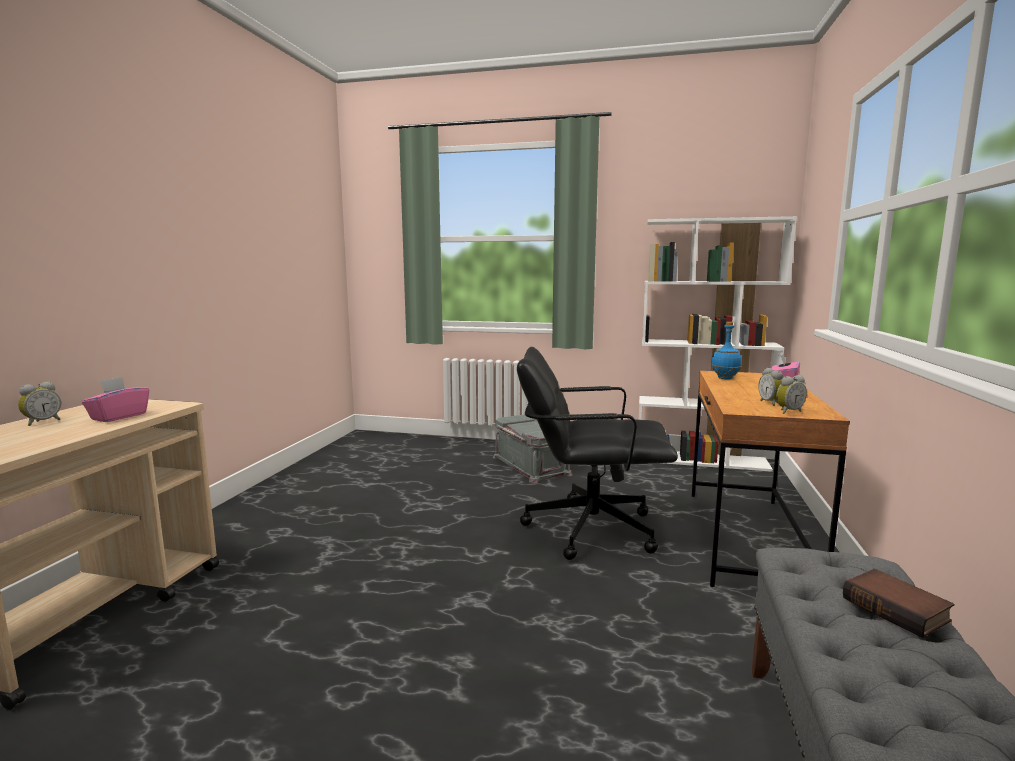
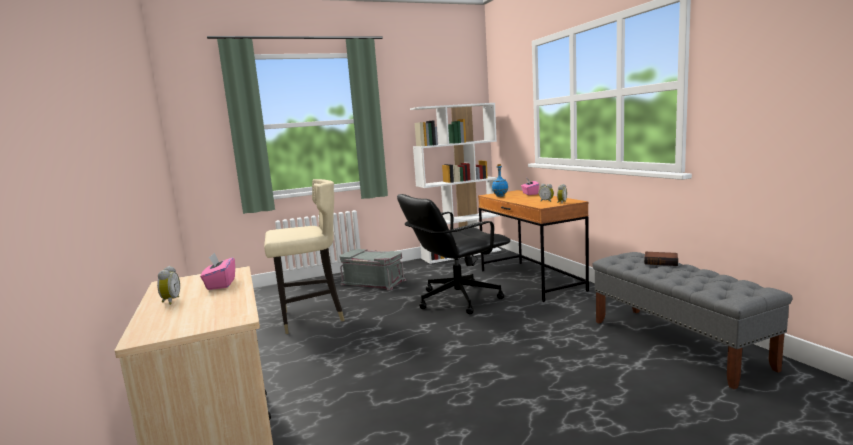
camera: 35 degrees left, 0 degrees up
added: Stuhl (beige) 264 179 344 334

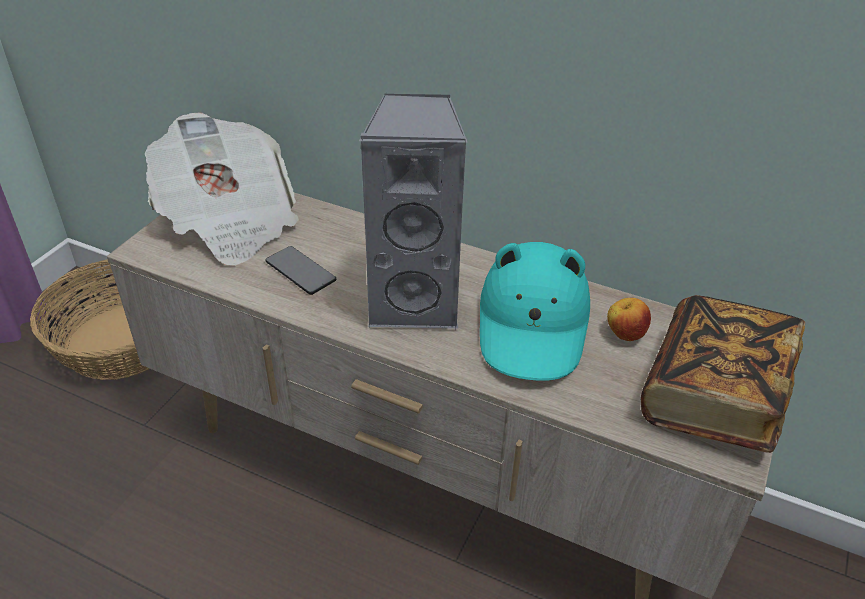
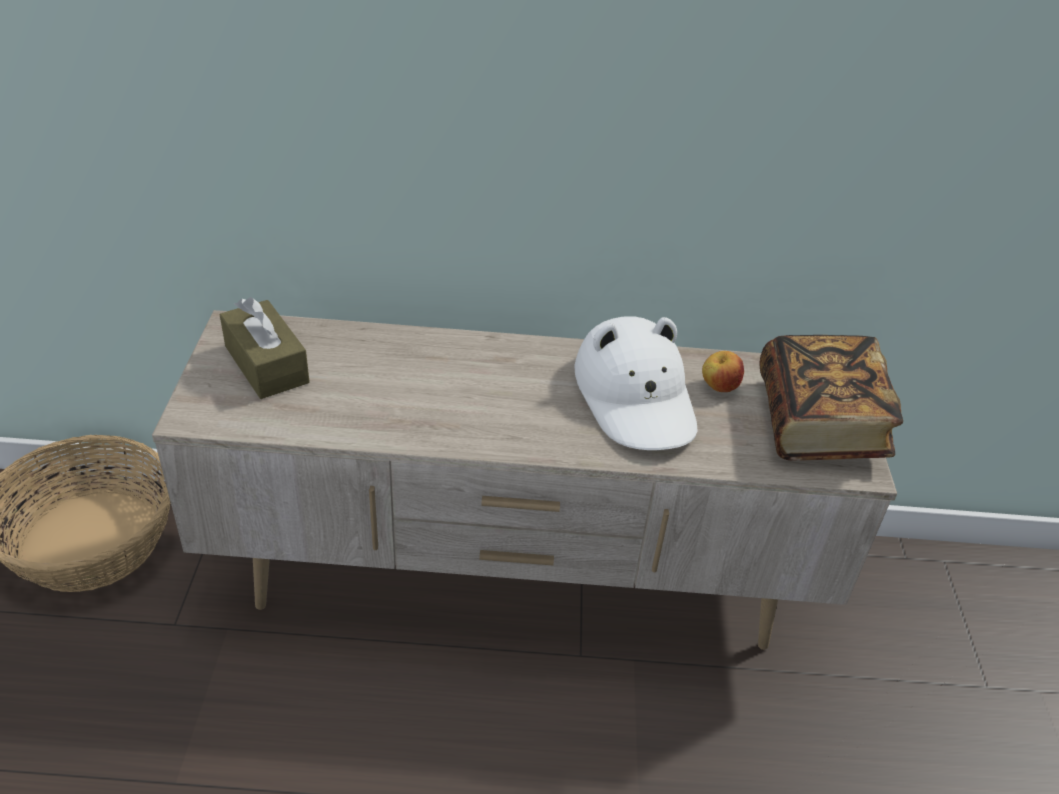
camera: 25 degrees left, 0 degrees up
removed: Handy 265 246 336 295; Lautsprecher (grau) 359 94 468 331
replaced: Zeitung 145 113 299 266 to Taschentuchbox (braun) 220 297 310 399
recoloured: Hut (türkis) 480 242 590 381 to Hut (weiß) 574 316 698 450

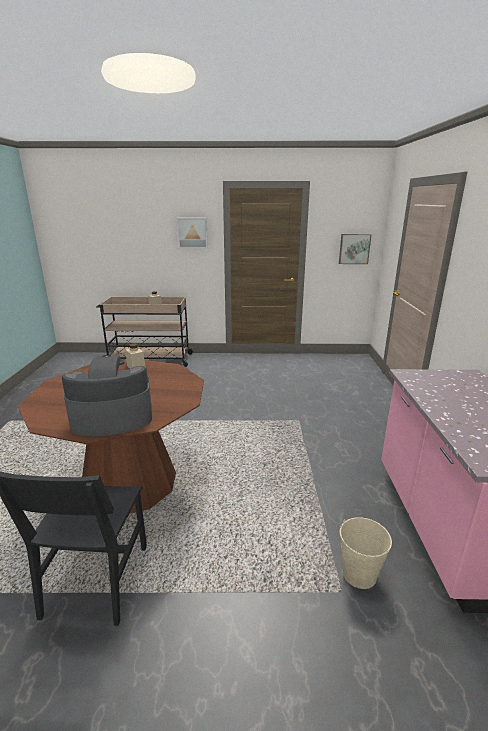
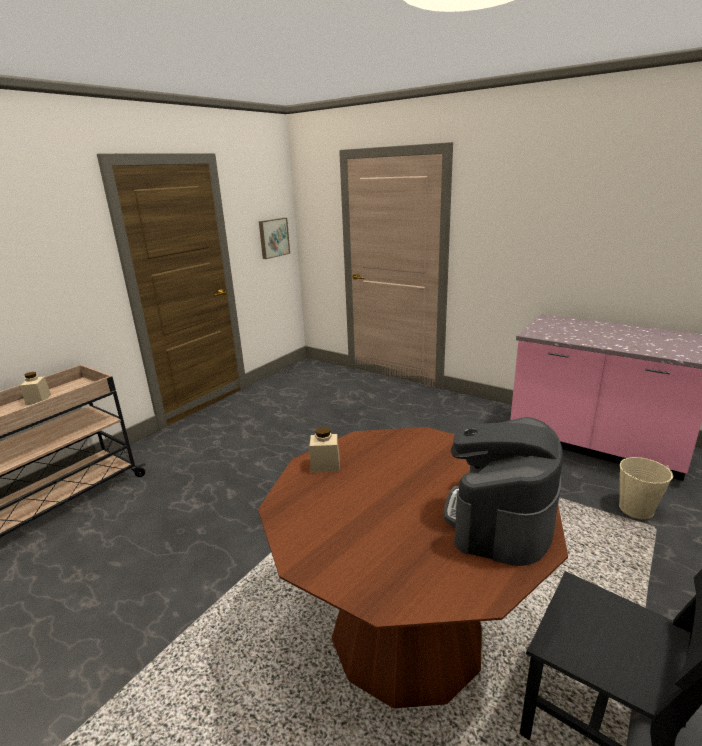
camera: 55 degrees left, 0 degrees up
removed: Bild 177 218 208 248

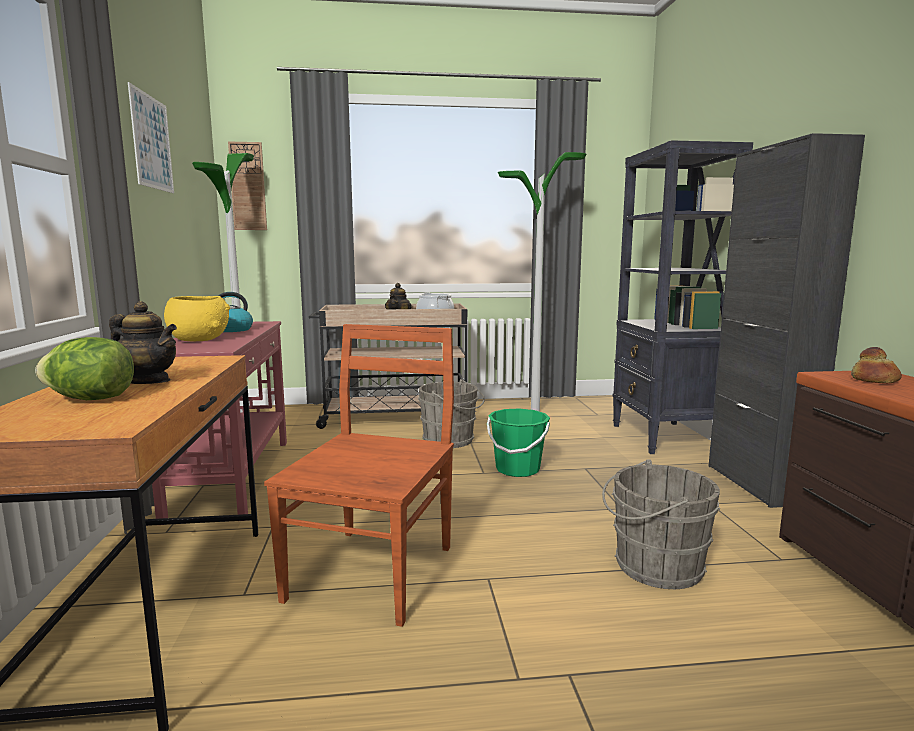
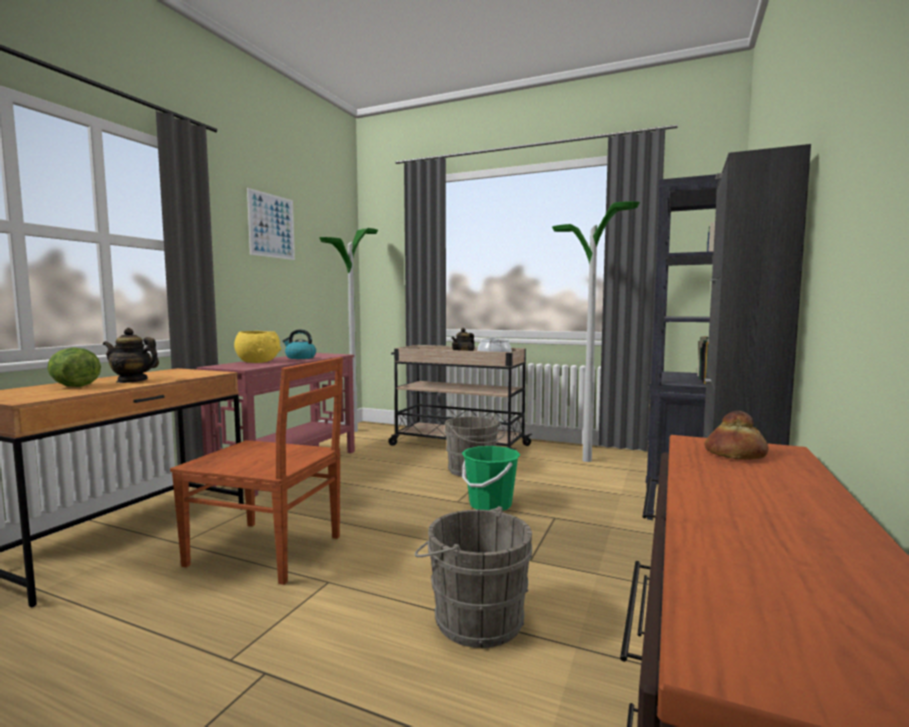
camera: 30 degrees right, 5 degrees down
removed: Wanduhr 228 141 267 230
turned: Teekanne 109 301 177 384 = 103 328 159 383 135 degrees clockwise; Stuhl (braun) 264 324 454 627 = 170 357 343 585 60 degrees clockwise

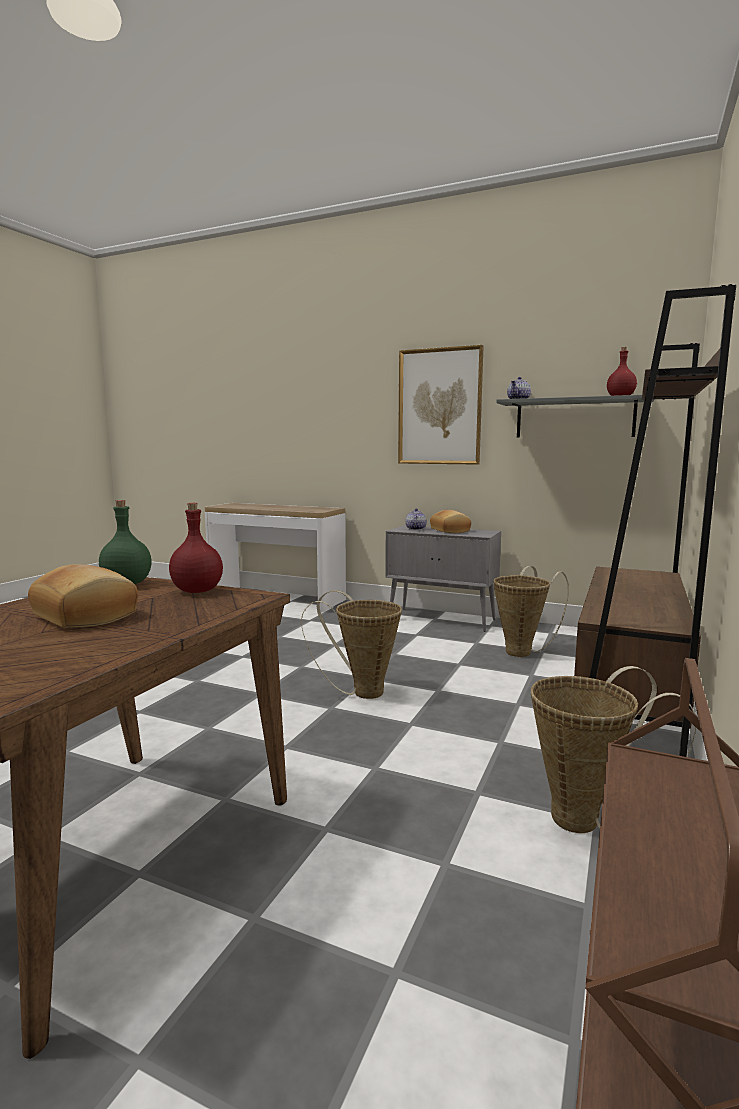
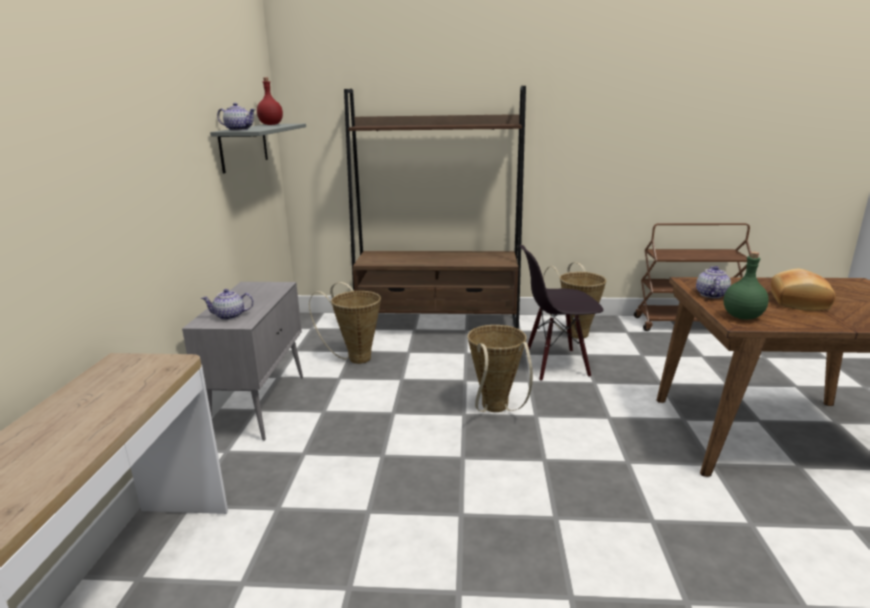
camera: 110 degrees left, 10 degrees up
removed: Bild 398 345 484 465; Brot 430 510 471 533
added: Stuhl (schwarz) 520 245 603 381
replaced: Flasche (rot) 169 503 223 593 to Teekanne 696 266 731 298

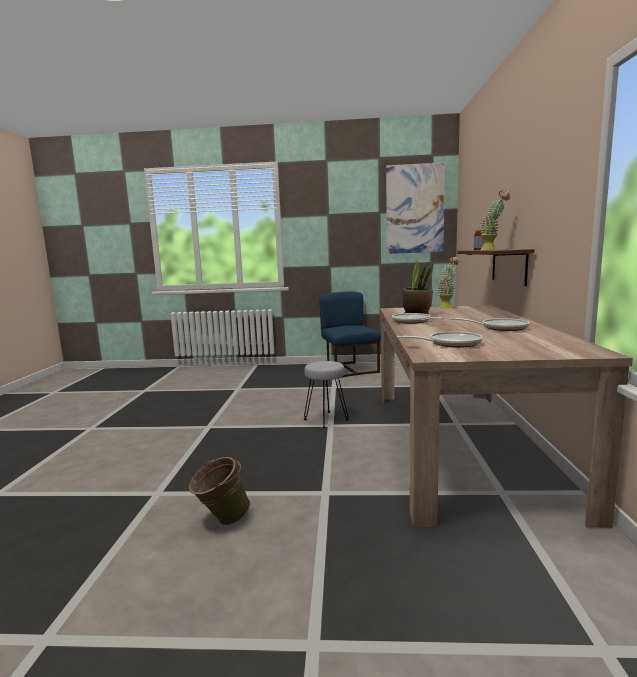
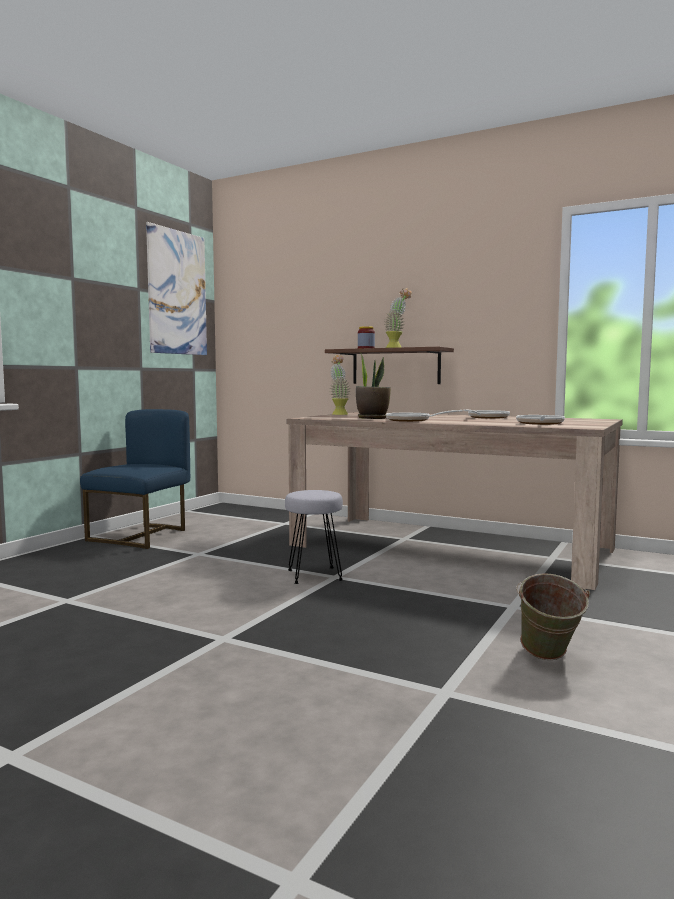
camera: 65 degrees left, 5 degrees down
turned: Stuhl (blau) 319 292 381 377 = 80 409 190 549 105 degrees clockwise

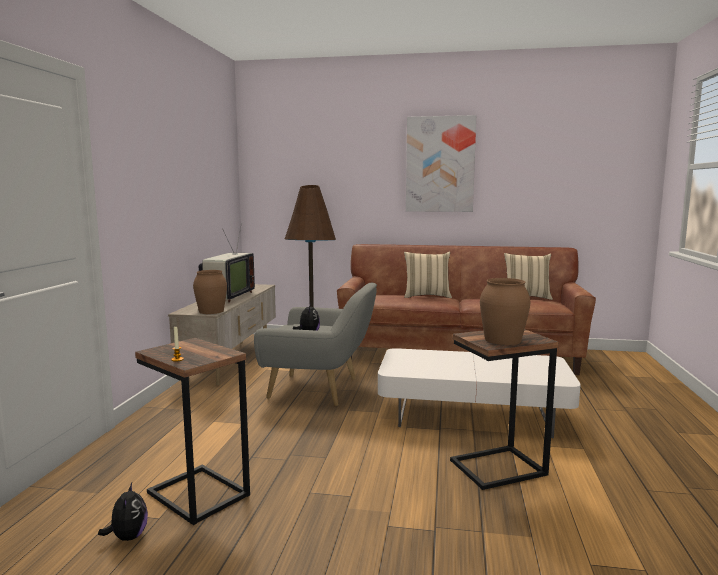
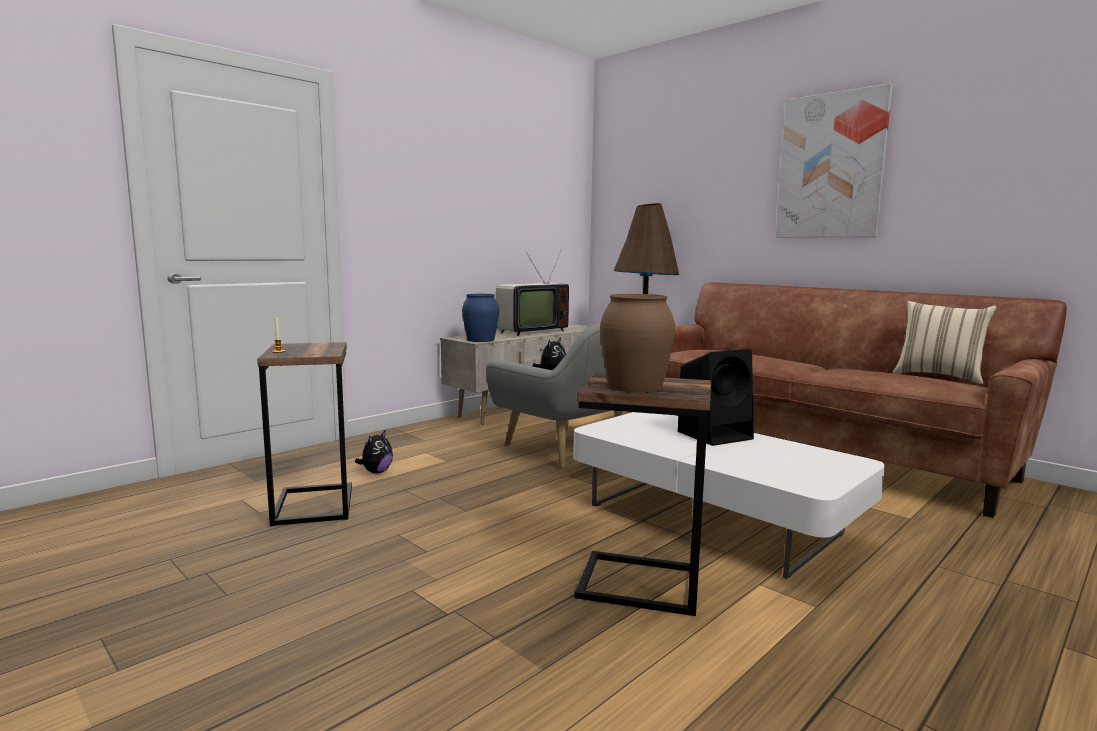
camera: 35 degrees right, 0 degrees up
removed: Kissen (beige) 404 252 452 298
added: Lautsprecher (schwarz) 678 349 754 446
moved: Plüschtier 98 483 148 541 to 355 429 393 474
recoloured: Vase (braun) 193 270 227 314 to Vase (blau) 462 294 499 342

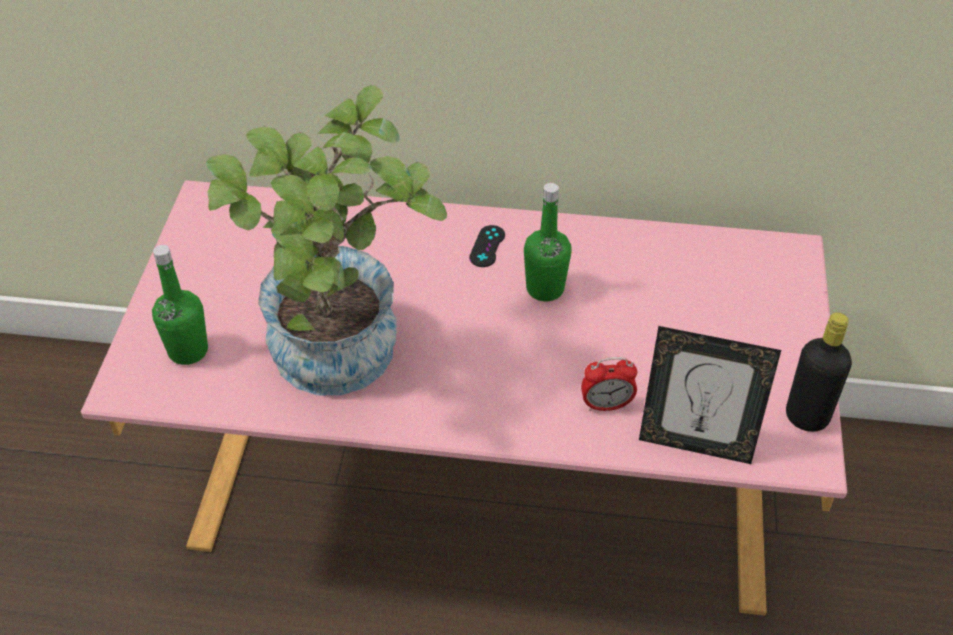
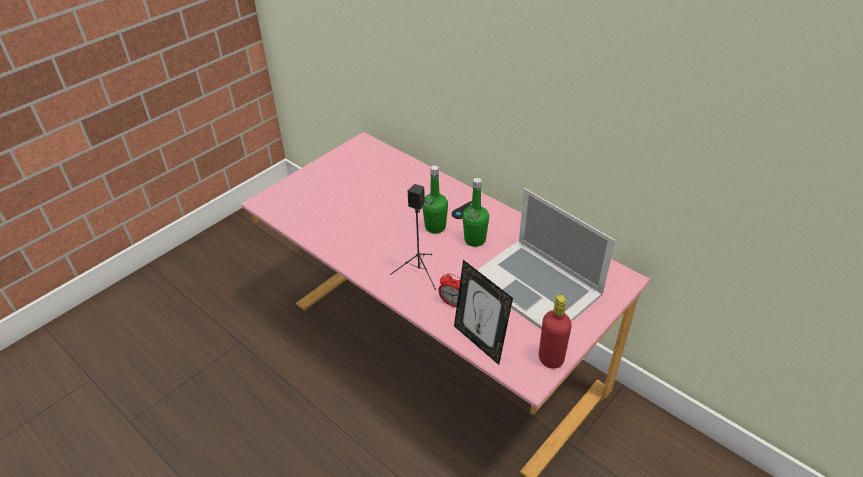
camera: 35 degrees right, 5 degrees down
removed: Topfpflanze 206 85 447 395
added: Lautsprecher (schwarz) 390 184 436 290; Laptop 477 188 615 330
moved: Flasche (grün) 152 245 208 365 to 422 165 448 233
recoloured: Flasche (schwarz) 786 312 852 432 to Flasche (rot) 539 295 572 369

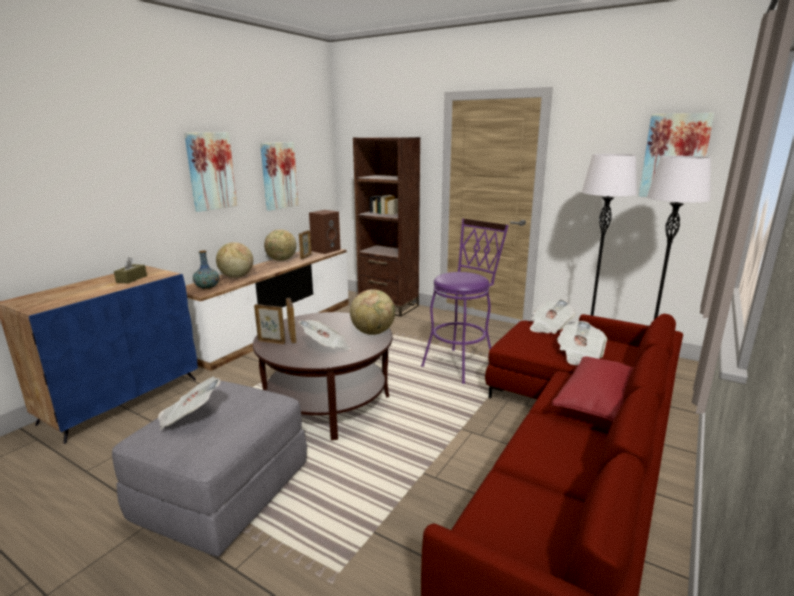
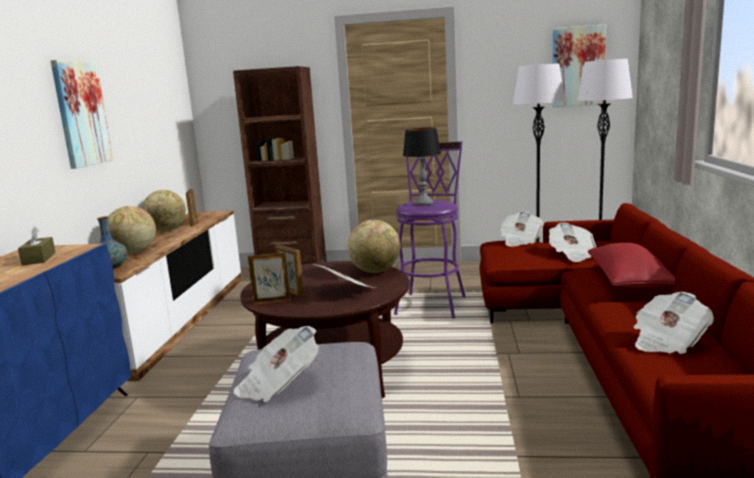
camera: 25 degrees left, 5 degrees down
removed: Bild 260 142 298 211; Lautsprecher (braun) 309 210 341 254
added: Tischlampe 403 128 441 205; Zeitung 634 292 714 354

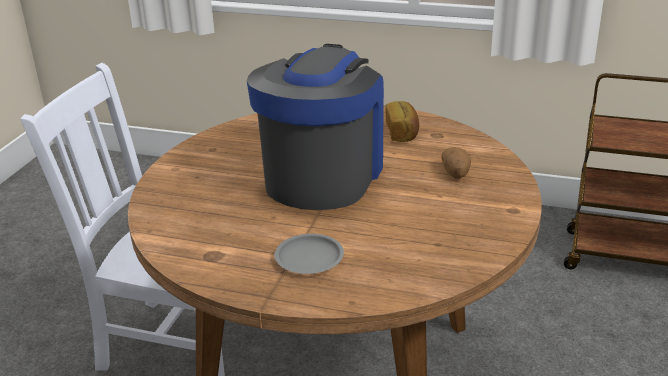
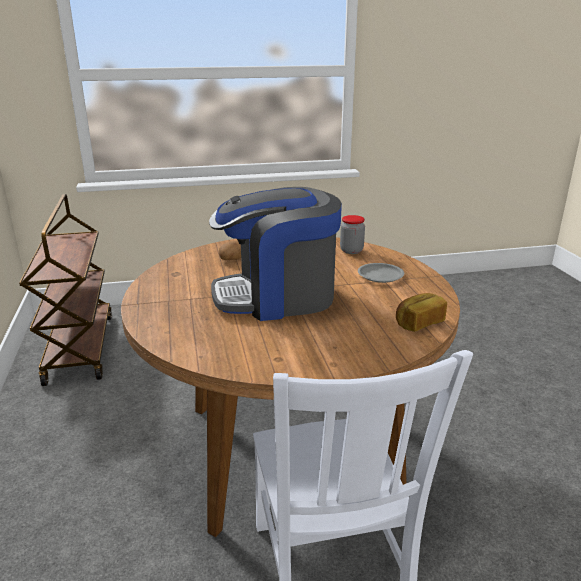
camera: 120 degrees left, 5 degrees down
added: Vorratsglas 340 215 365 254
moved: Brot 386 101 419 142 to 396 293 447 332

